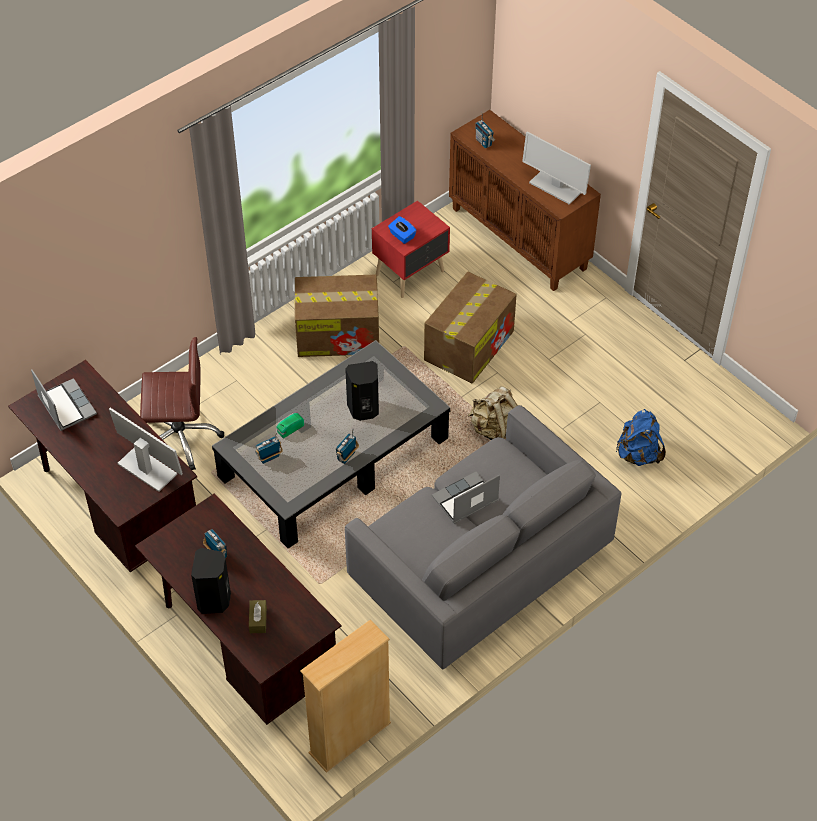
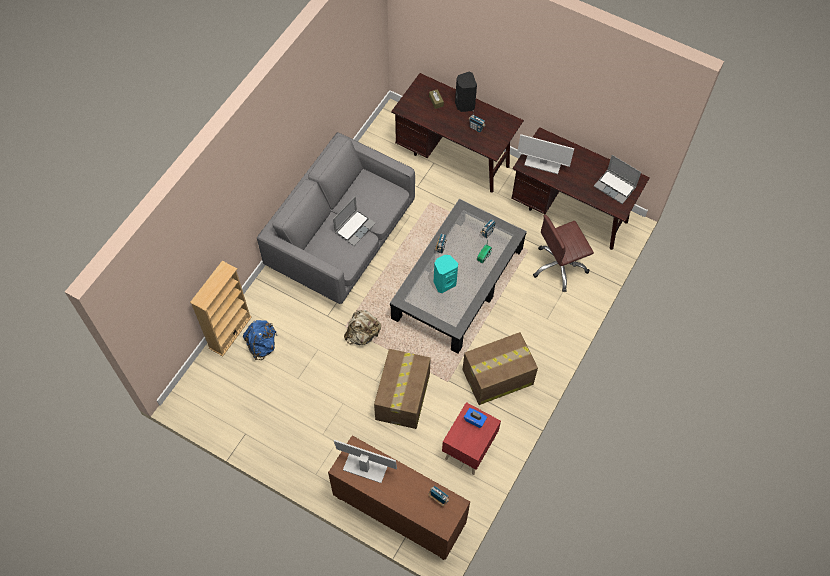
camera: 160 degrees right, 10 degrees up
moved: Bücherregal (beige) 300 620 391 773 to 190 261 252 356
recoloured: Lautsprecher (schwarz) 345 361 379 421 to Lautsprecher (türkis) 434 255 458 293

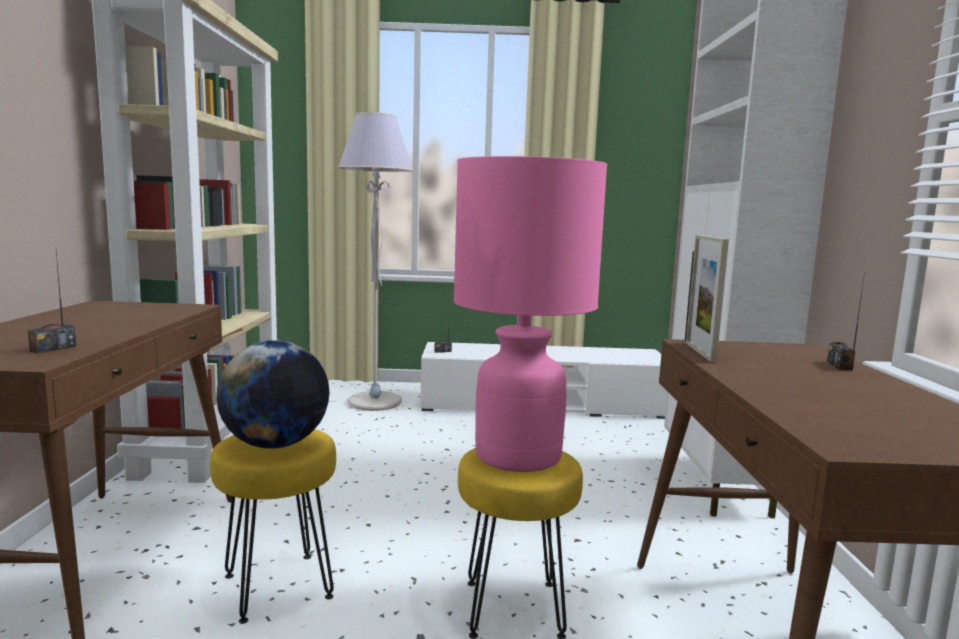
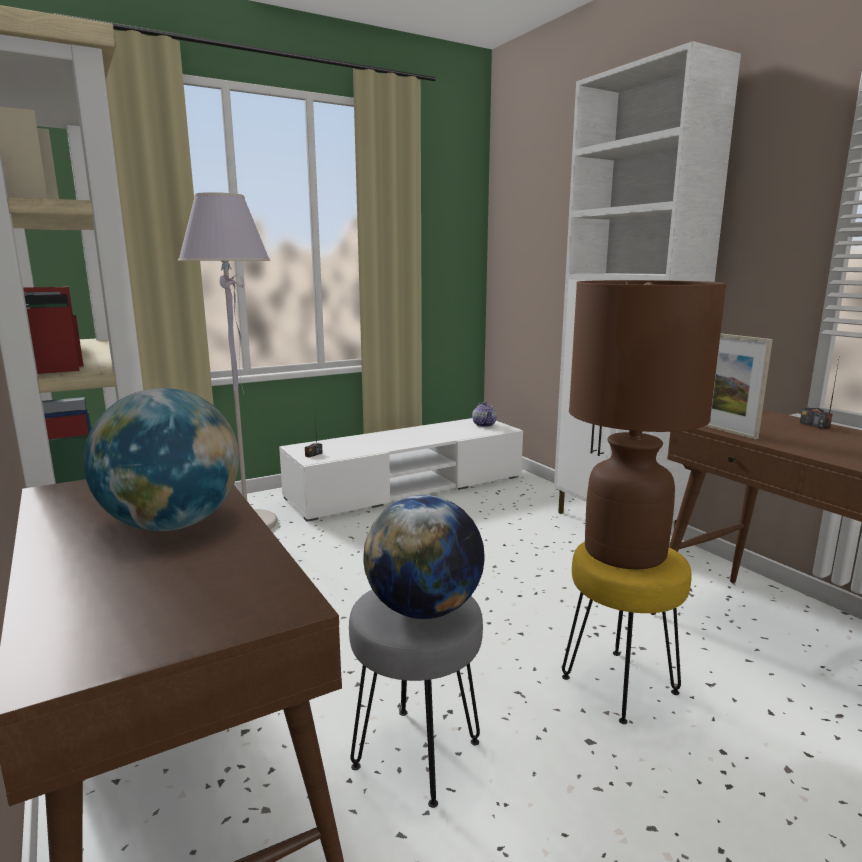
camera: 30 degrees left, 5 degrees up
removed: Radio 28 252 76 353
added: Globus 83 388 239 531; Teekanne 472 402 497 427
recoloured: Hocker (gelb) 210 429 336 624 to Hocker (grau) 349 590 483 808; Tischlampe (rosa) 454 156 607 472 to Tischlampe (braun) 569 280 727 569

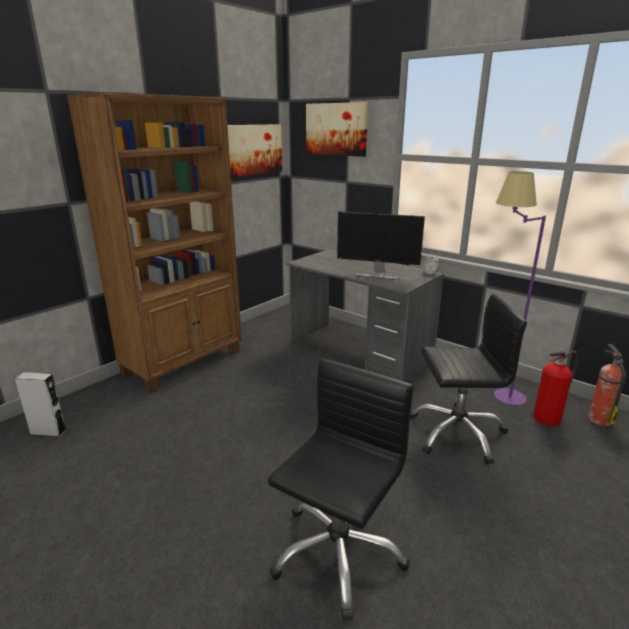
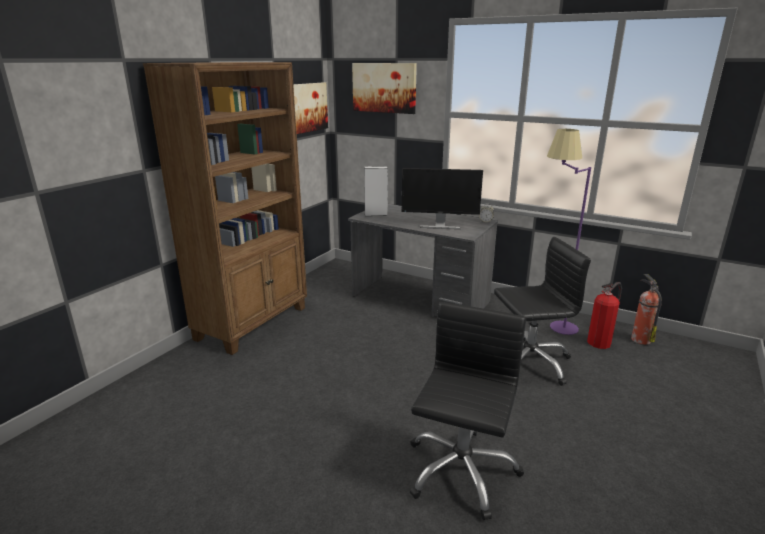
camera: 10 degrees left, 0 degrees up
moved: Lautsprecher (grau) 15 372 67 437 to 364 166 388 216

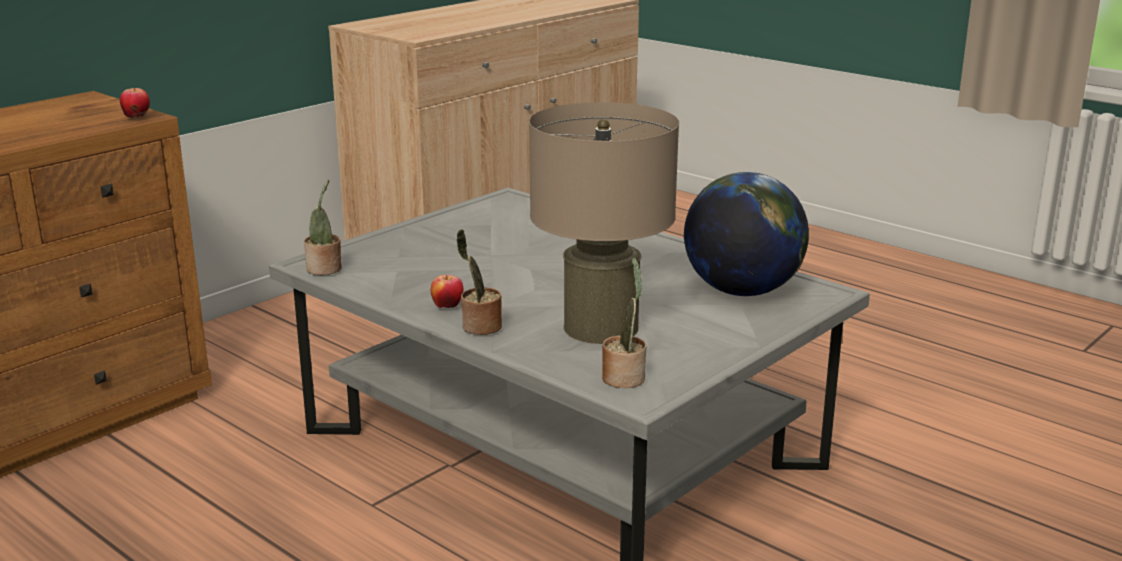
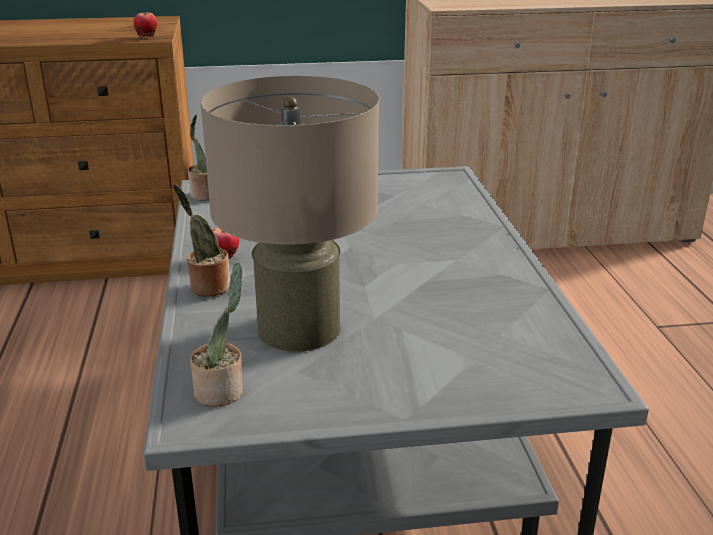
camera: 40 degrees right, 5 degrees up
removed: Globus 683 172 809 296

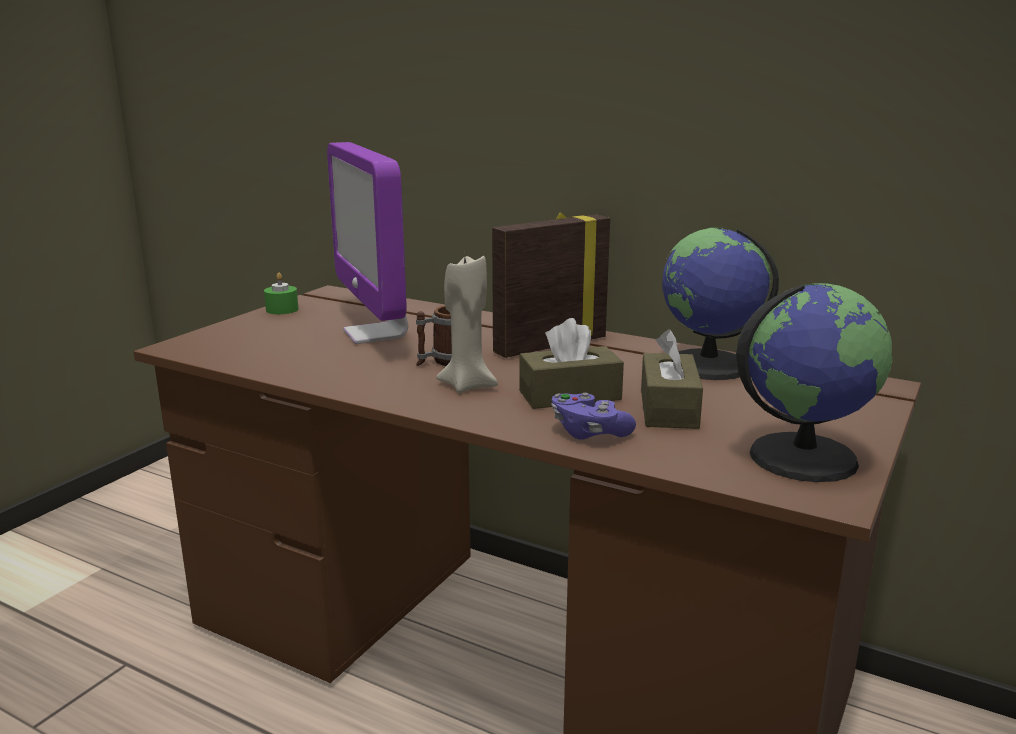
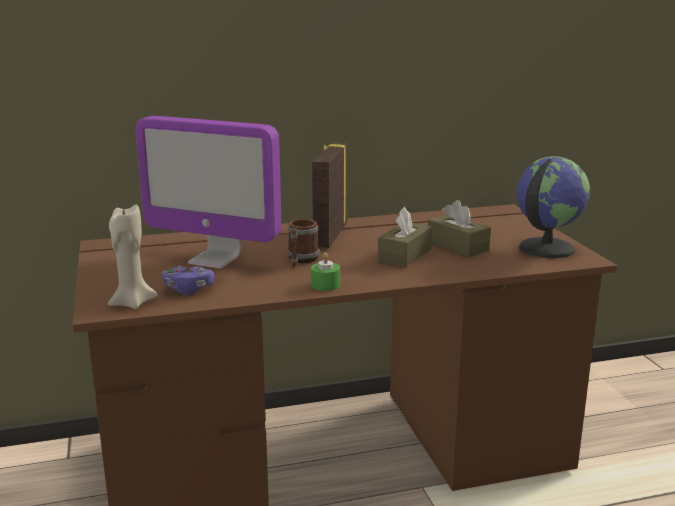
camera: 45 degrees left, 0 degrees up
removed: Globus 662 228 779 380
moved: Kerze (grün) 264 273 298 314 to 311 252 340 291; Kerze (beige) 436 255 498 393 to 108 205 158 309; Gamepad (lila) 552 393 636 440 to 162 266 215 295

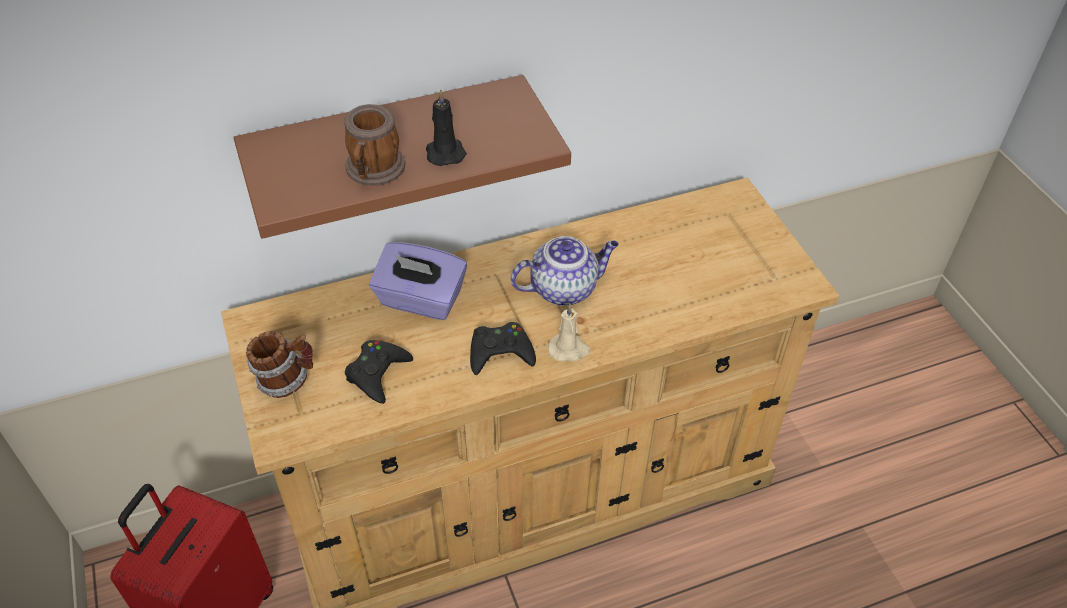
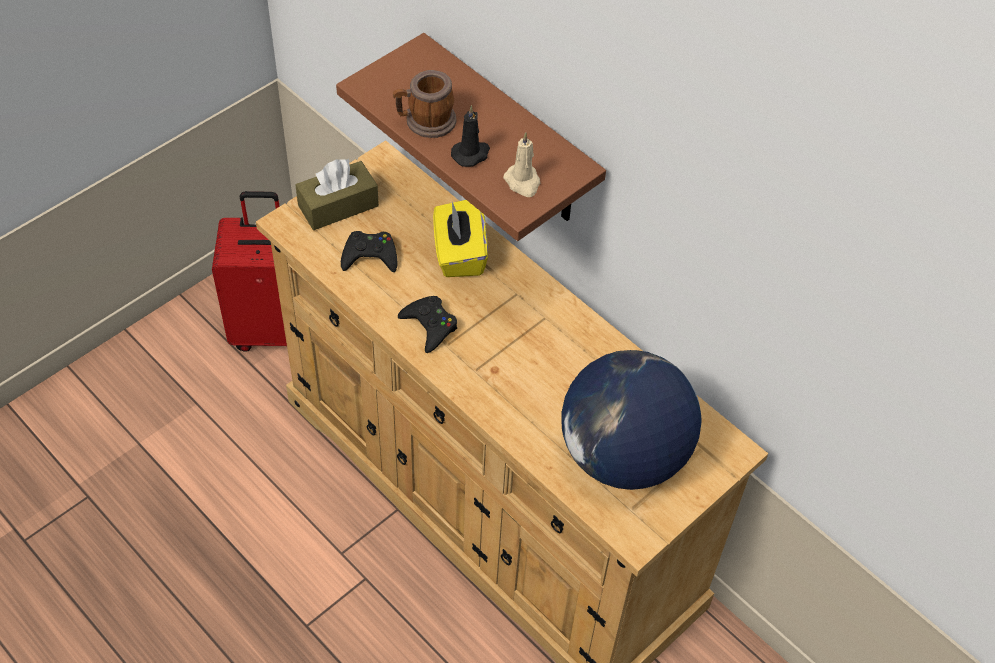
camera: 65 degrees right, 5 degrees up
removed: Teekanne 511 236 619 306
added: Globus 561 350 701 490
moved: Kerze (beige) 548 304 591 361 to 503 132 540 197
replaced: Henkelbecher 246 331 313 398 to Taschentuchbox (braun) 295 159 379 230
recoloured: Taschentuchbox (lila) 369 242 467 320 to Taschentuchbox (gelb) 433 200 488 277

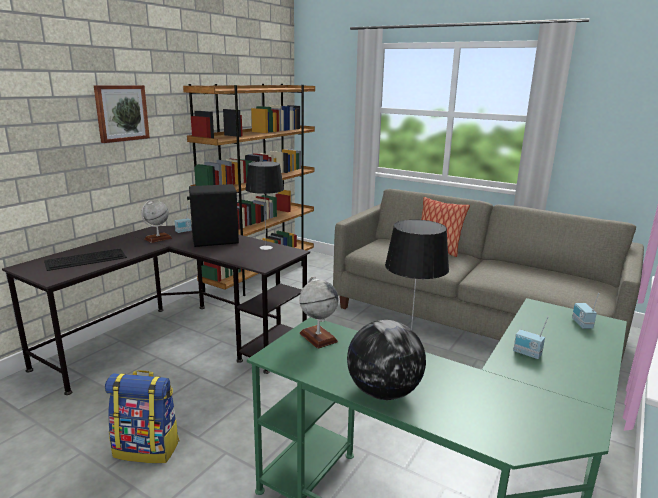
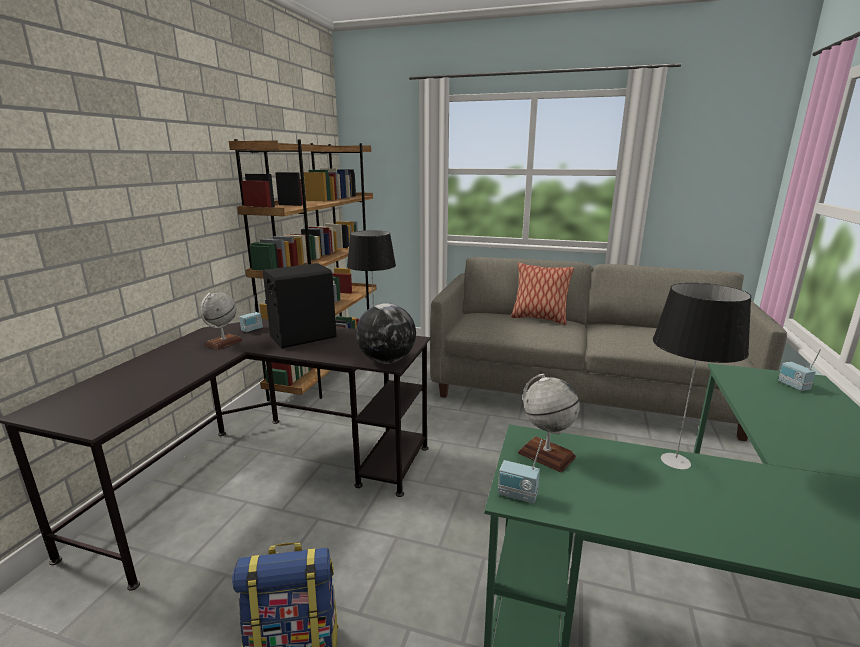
camera: 15 degrees left, 0 degrees up
removed: Tastatur 44 249 127 271; Bild 94 85 150 143
moved: Globus 347 320 426 400 to 356 303 416 364; Radio 513 316 549 359 to 498 440 543 504

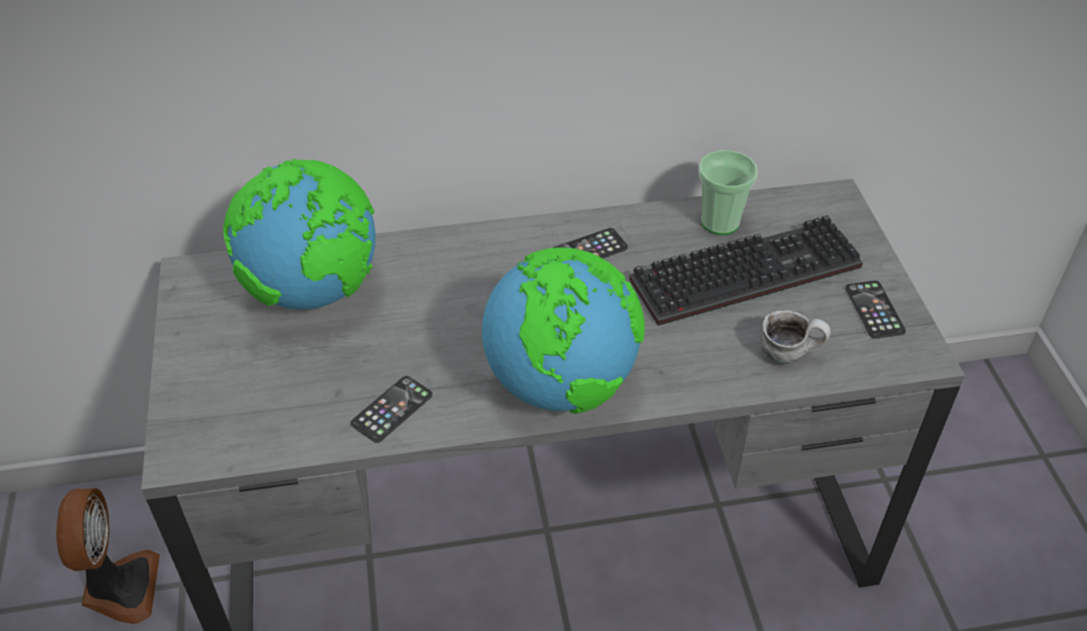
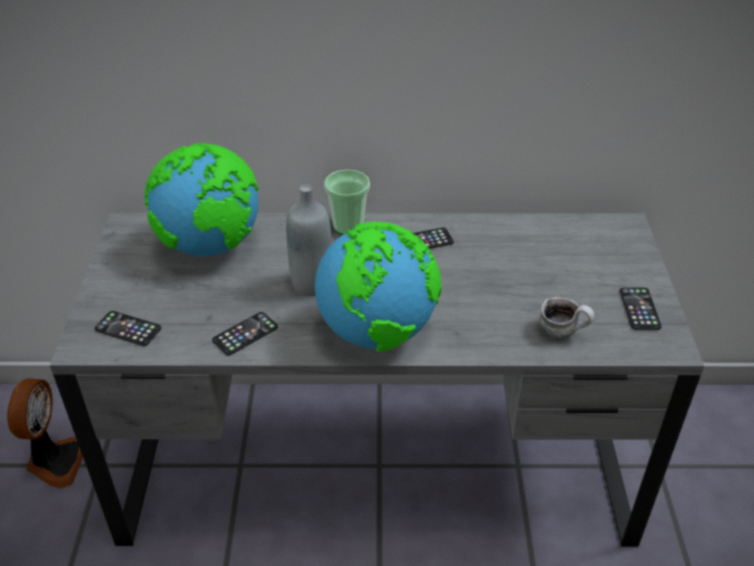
camera: 10 degrees right, 5 degrees down
removed: Tastatur 629 215 863 326
added: Handy 95 311 161 346; Flasche (grau) 286 185 332 296
moved: Tasse 698 150 758 235 to 324 169 370 235

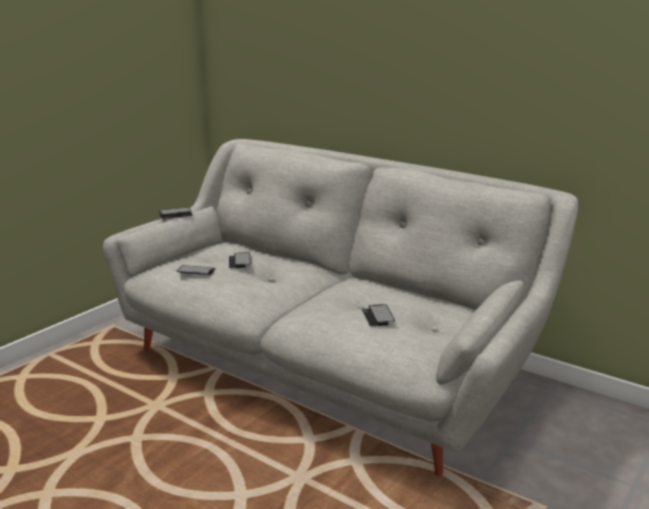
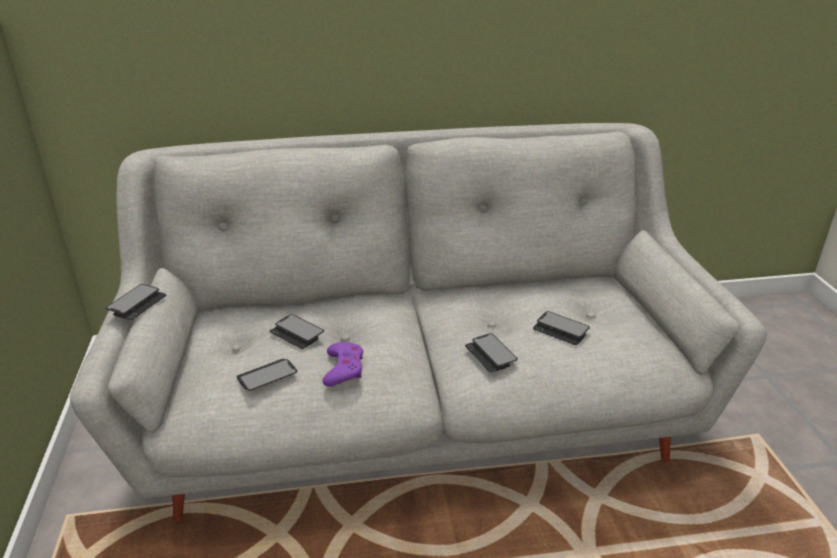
camera: 45 degrees left, 10 degrees up
added: Gamepad (lila) 323 342 363 387; Handy 465 333 518 372

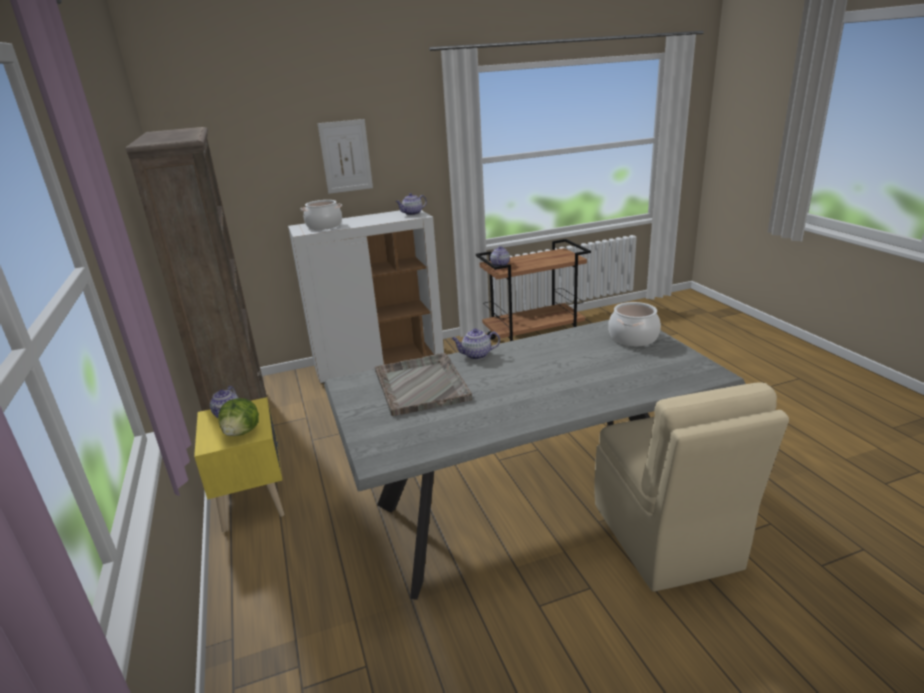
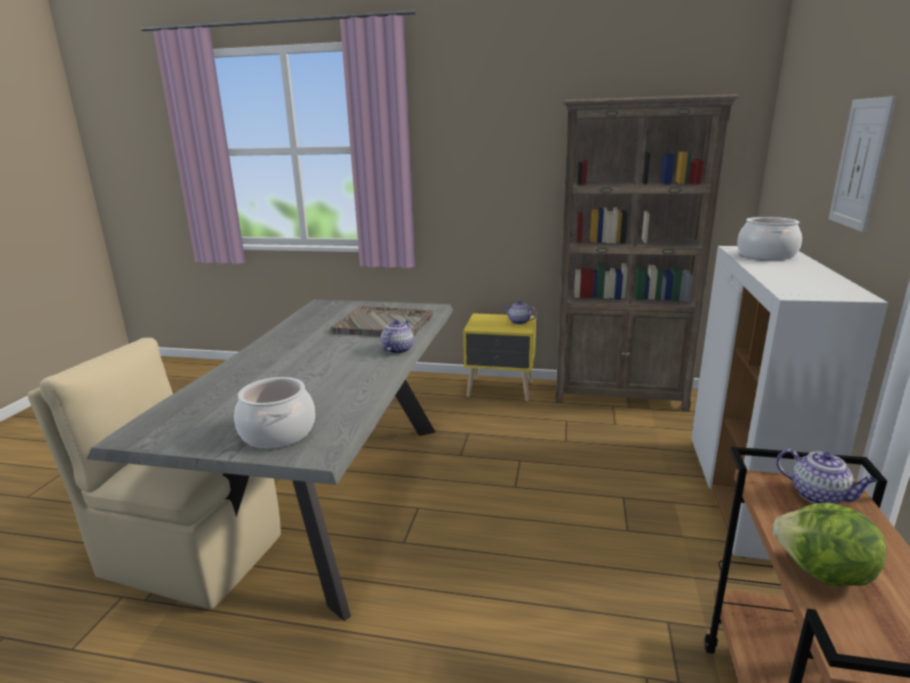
camera: 120 degrees right, 5 degrees down
removed: Teekanne 396 193 427 215
moved: Salatkopf 218 398 259 436 to 773 503 886 586

